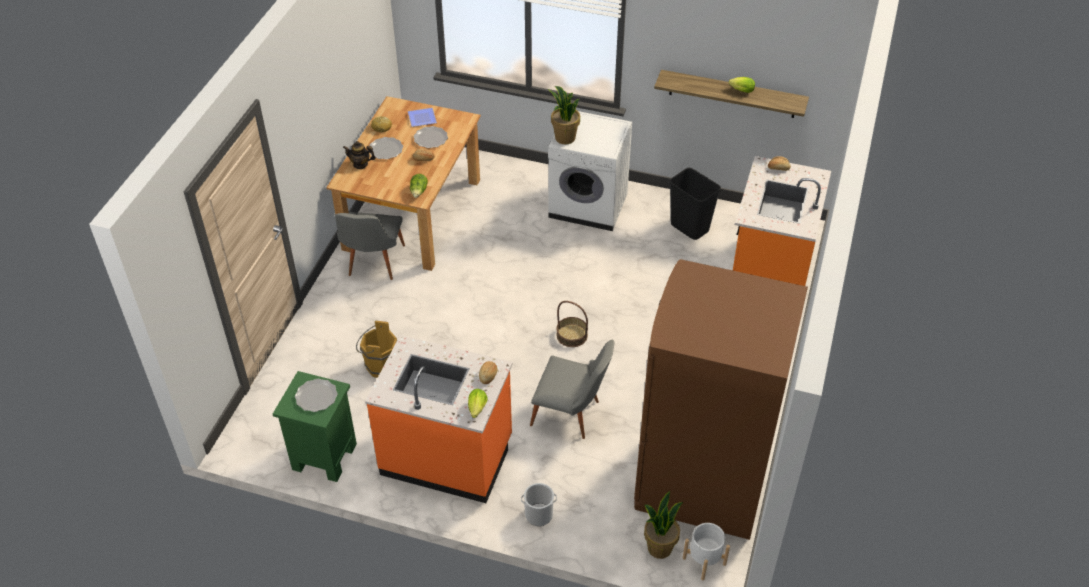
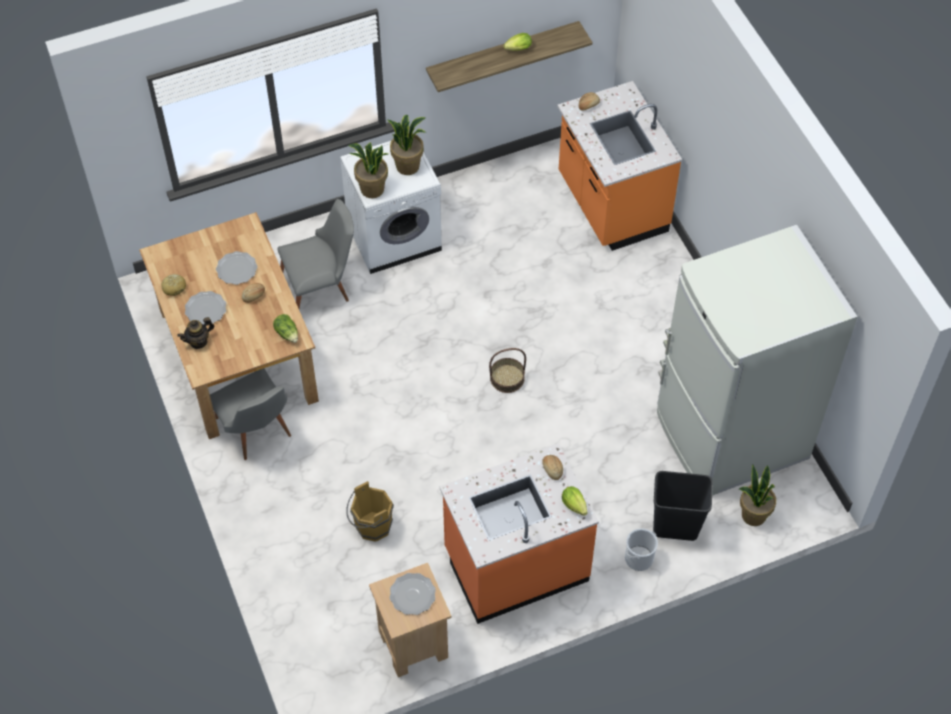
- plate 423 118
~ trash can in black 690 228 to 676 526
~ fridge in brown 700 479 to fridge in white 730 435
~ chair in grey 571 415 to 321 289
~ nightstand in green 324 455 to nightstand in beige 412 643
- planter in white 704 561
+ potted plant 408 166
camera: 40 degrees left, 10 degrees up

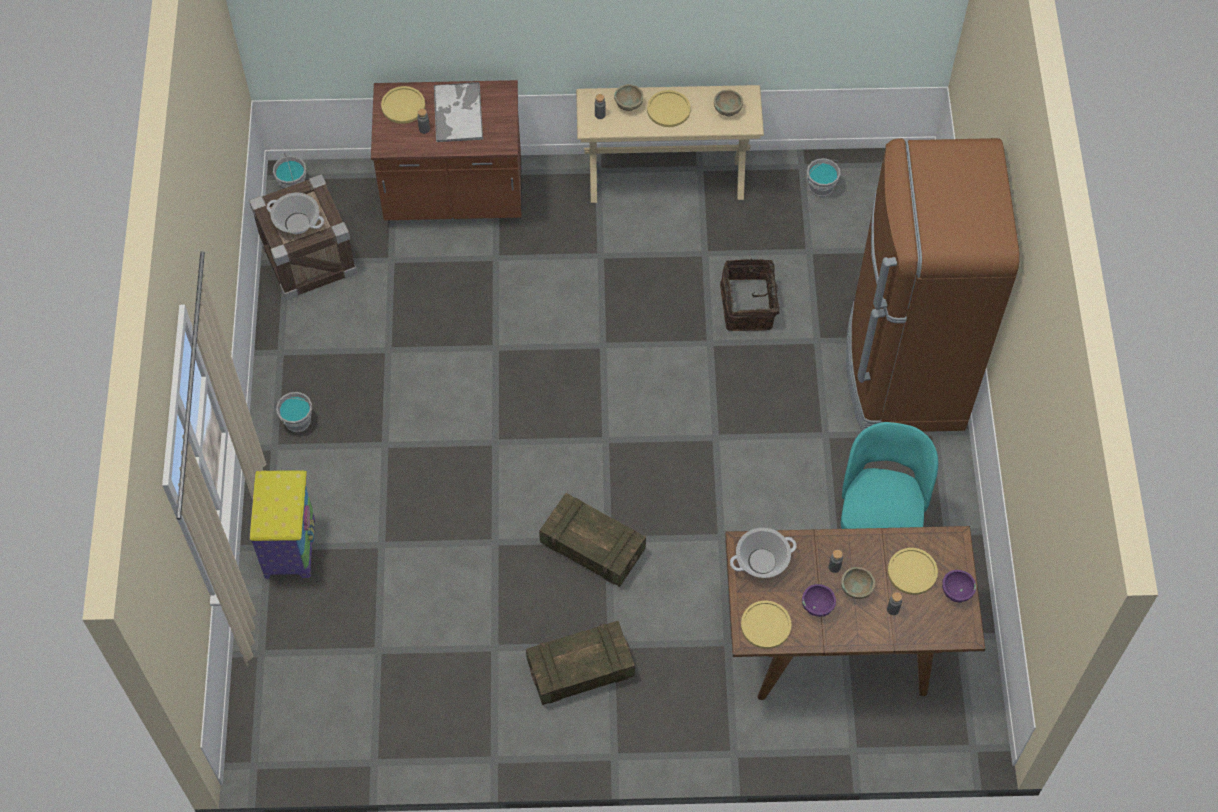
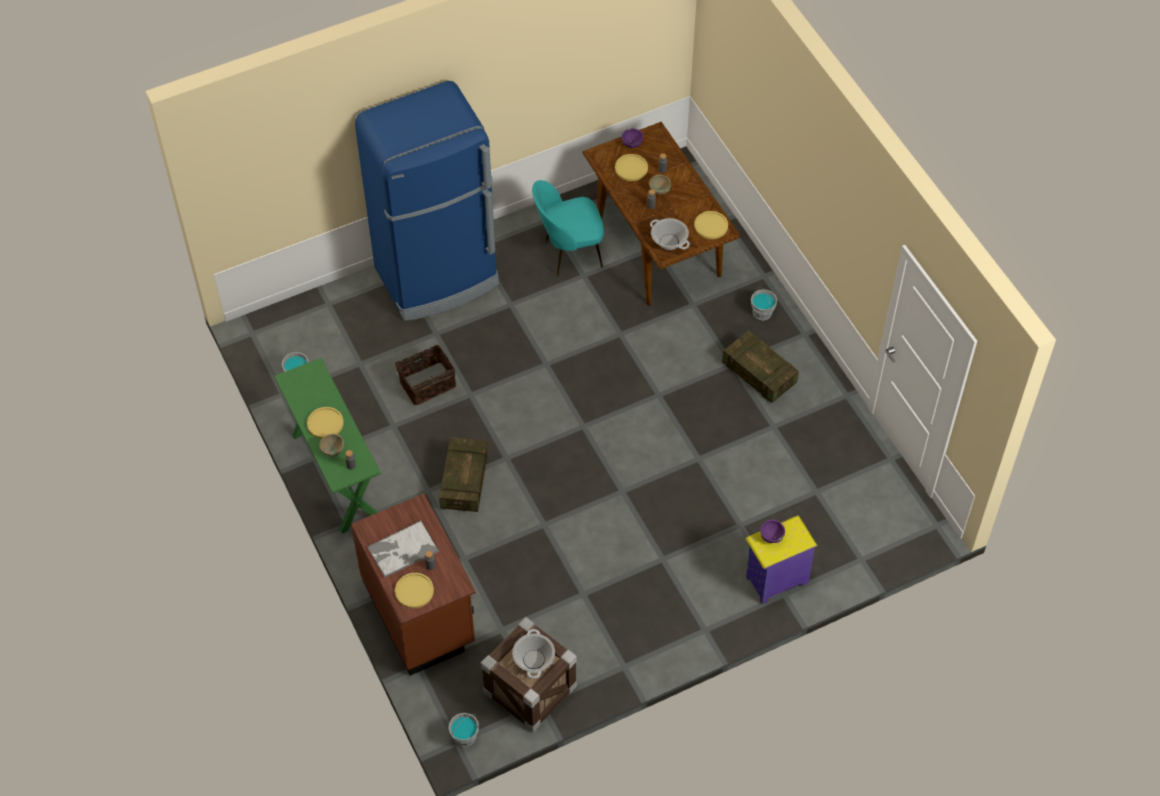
~ console table in beige 666 180 to console table in green 336 475
- bowl in beige 727 110
~ fridge in brown 904 373 to fridge in blue 437 277
~ bucket in grey 297 421 to 762 312
~ crate 592 547 to 464 481
~ bowl in purple 817 606 to 771 537
camera: 115 degrees left, 5 degrees down

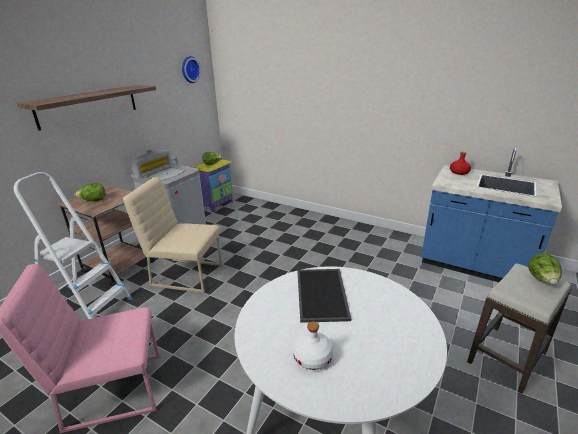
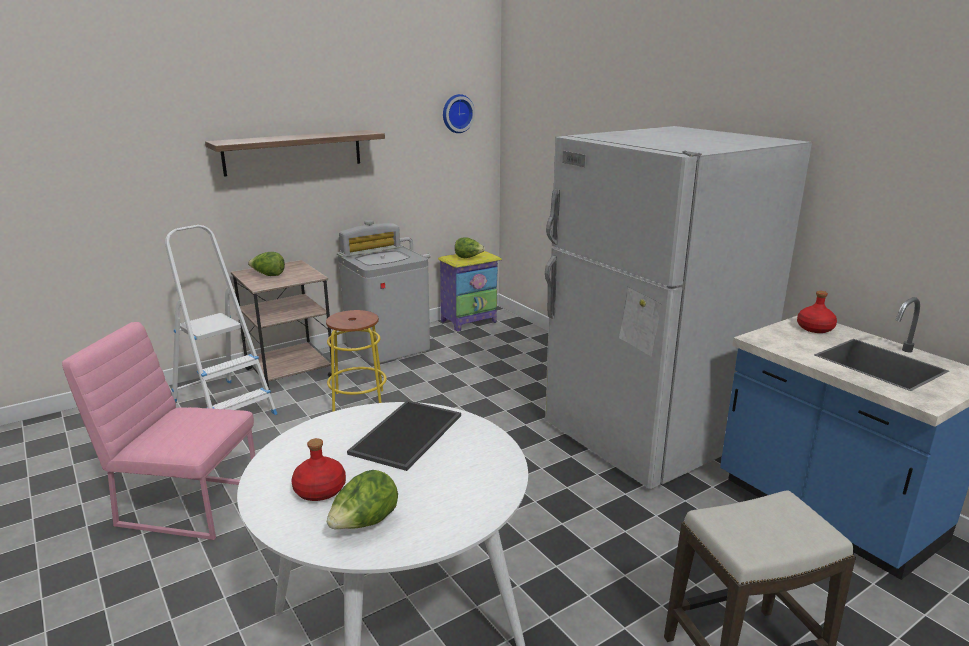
~ chair in beige 185 274 to stool in yellow 358 402
~ lettuce 542 280 to 364 524
~ bottle in white 313 357 to bottle in red 320 490
+ fridge in white 650 433
camera: 25 degrees right, 5 degrees down

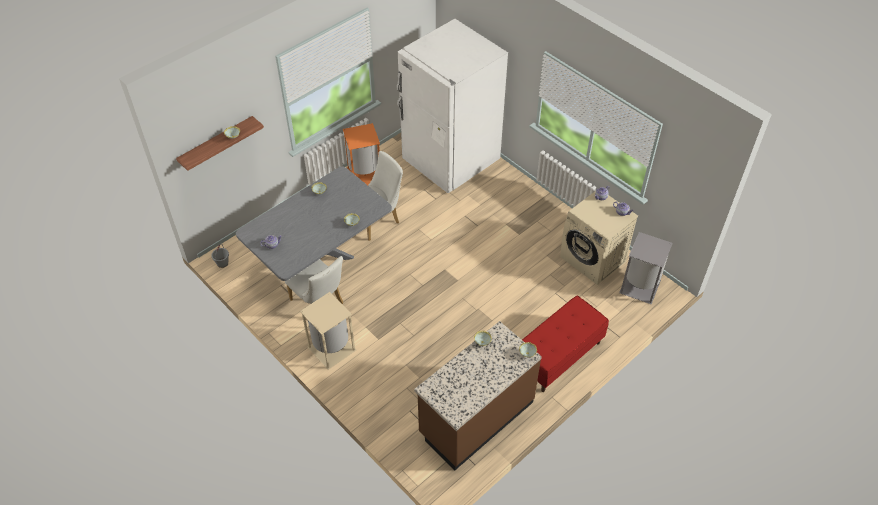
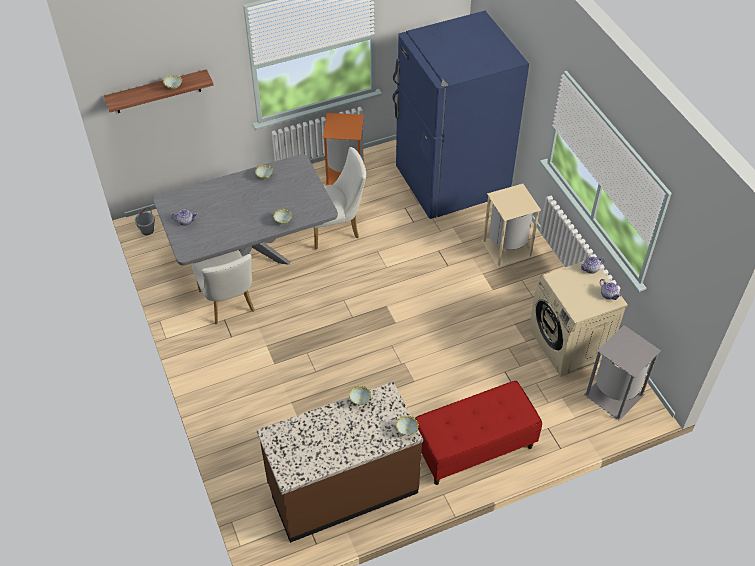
~ fridge in white 451 159 to fridge in blue 452 181
~ trash can in beige 332 348 to 507 249
camera: 20 degrees right, 0 degrees up

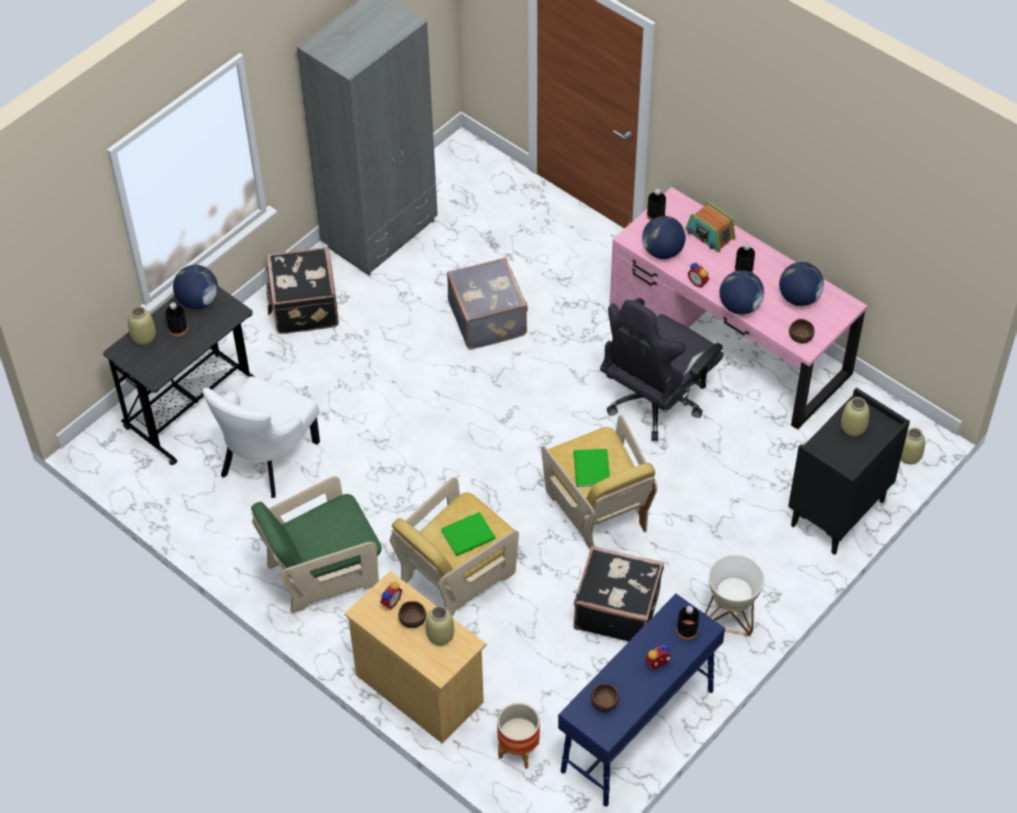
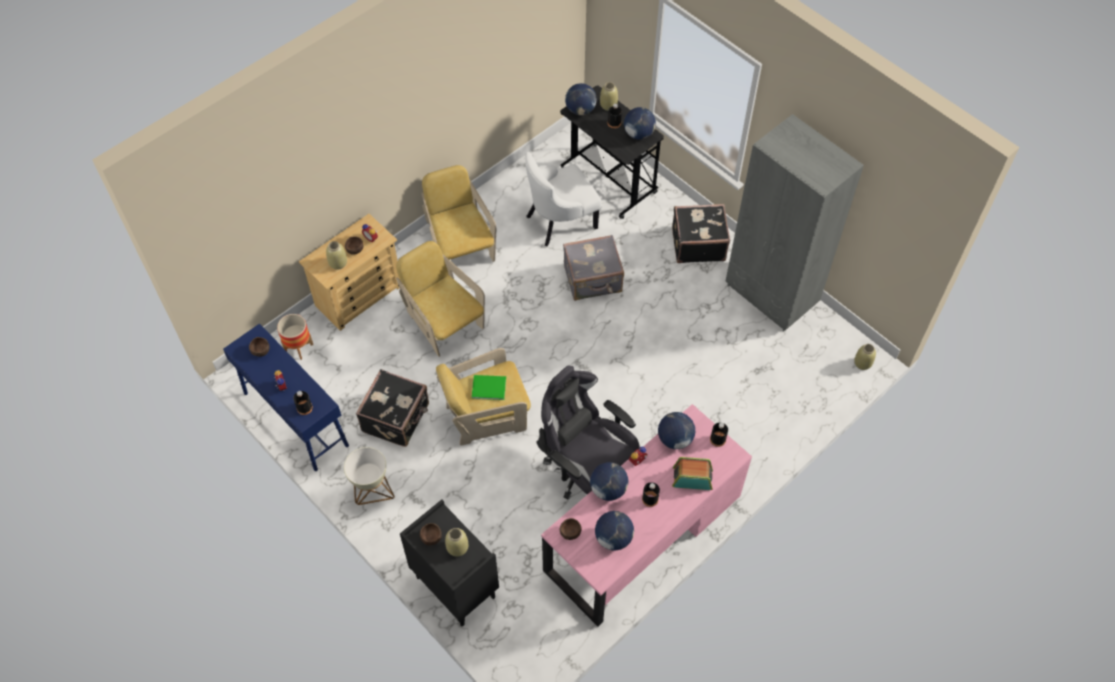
~ radio 709 235 = 692 478 45 degrees clockwise
~ suitcase in grey 488 318 to 593 280
~ chair in white 268 456 = 561 220 60 degrees counterclockwise
~ vase in beige 909 457 to 862 363
~ armchair in green 323 572 to armchair in yellow 460 247
- book in green 470 535
+ globe 580 110
+ bowl in brown 431 536
camera: 95 degrees right, 5 degrees up

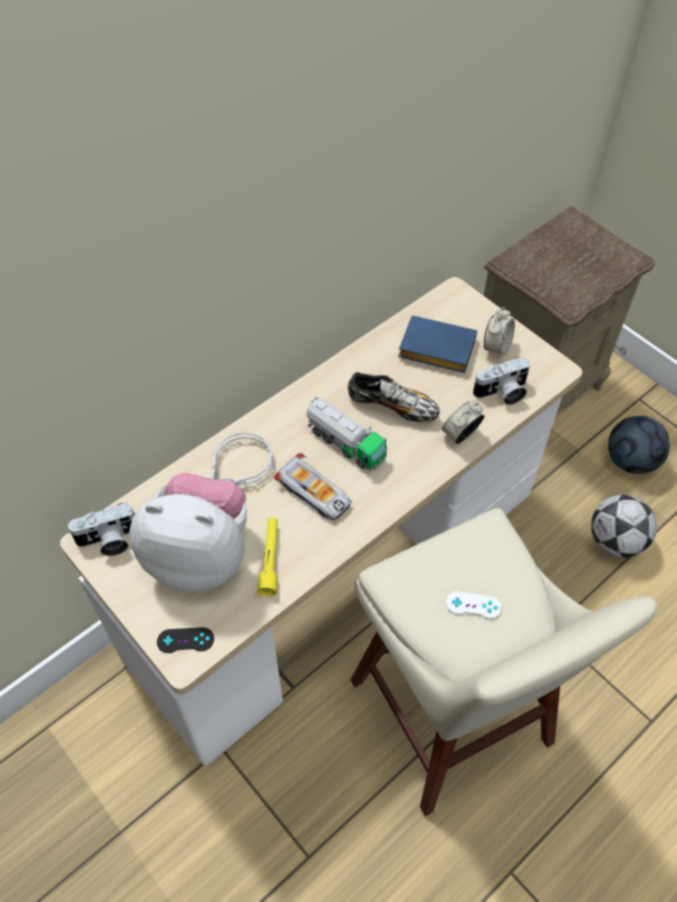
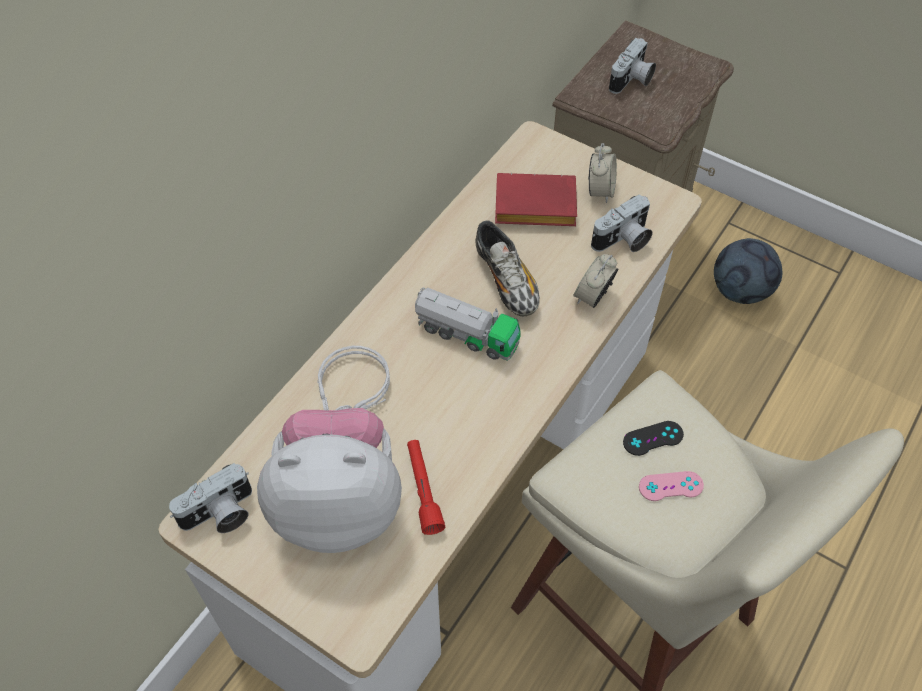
~ book in blue 434 350 to book in red 532 207
~ shoe 392 406 = 506 281 60 degrees clockwise
- toy car 314 492
- football 615 541
~ flashlight in yellow 270 559 to flashlight in red 423 490
~ game controller in white 473 605 to game controller in pink 671 486
~ game controller in black 185 640 to 653 438
+ photo camera 632 80
camera: 15 degrees left, 0 degrees up

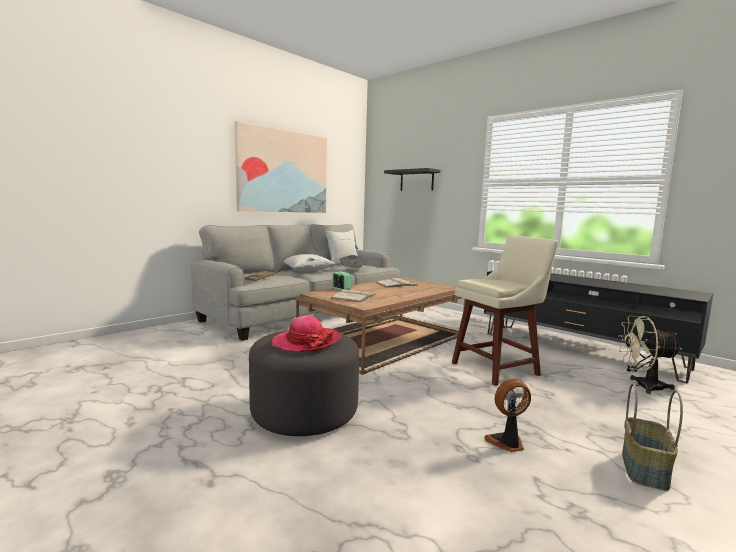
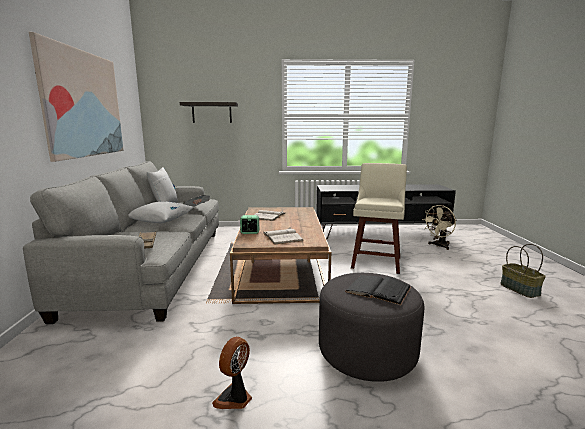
~ hat 306 342 to book in black 378 289
~ fan 507 443 to 234 398
camera: 45 degrees left, 5 degrees up

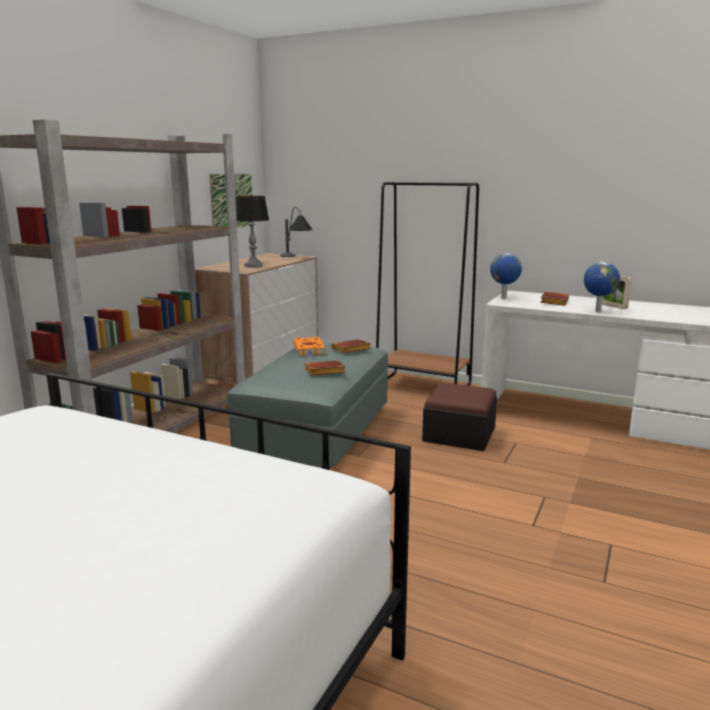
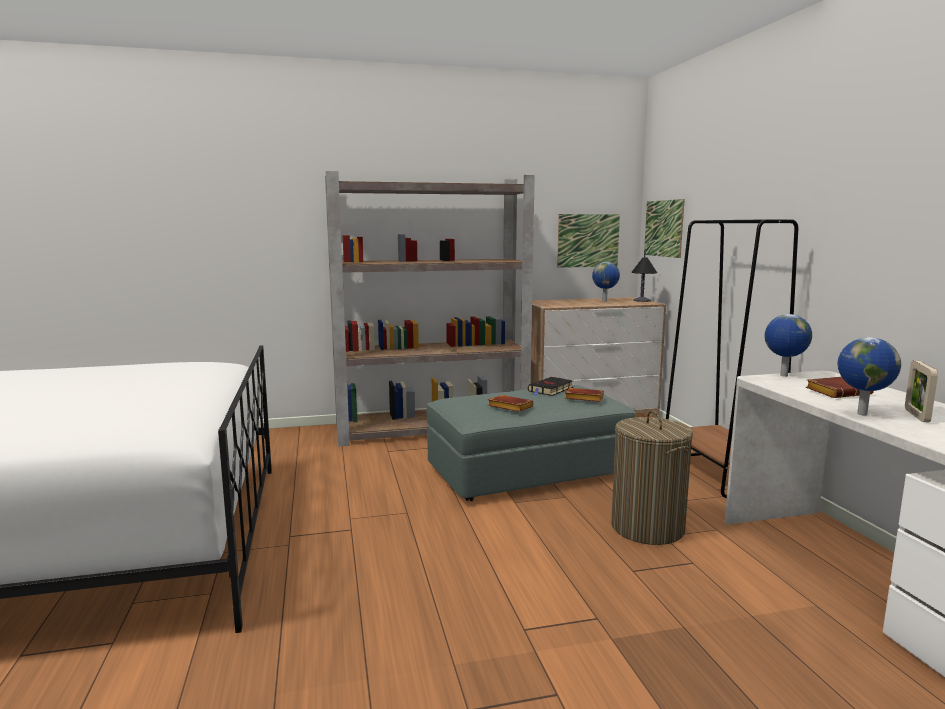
- table lamp 253 265
~ book in orange 309 350 to book in black 550 390
~ ottoman 459 434 to laundry basket 647 528
+ picture 663 228
+ globe 605 301
camera: 50 degrees right, 5 degrees down

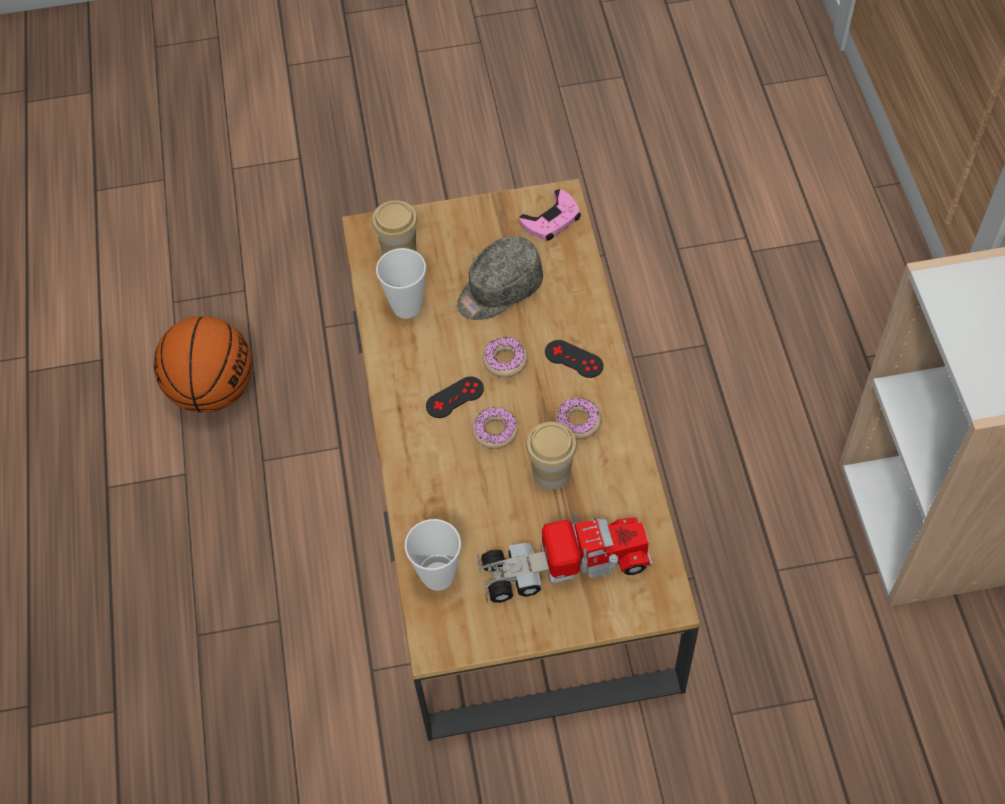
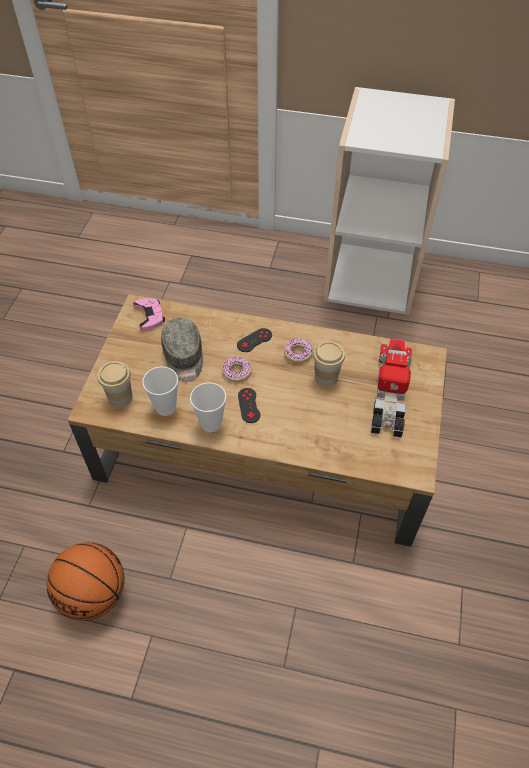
- donut 495 431
~ cup 438 576 to 211 423
camera: 70 degrees left, 5 degrees down

